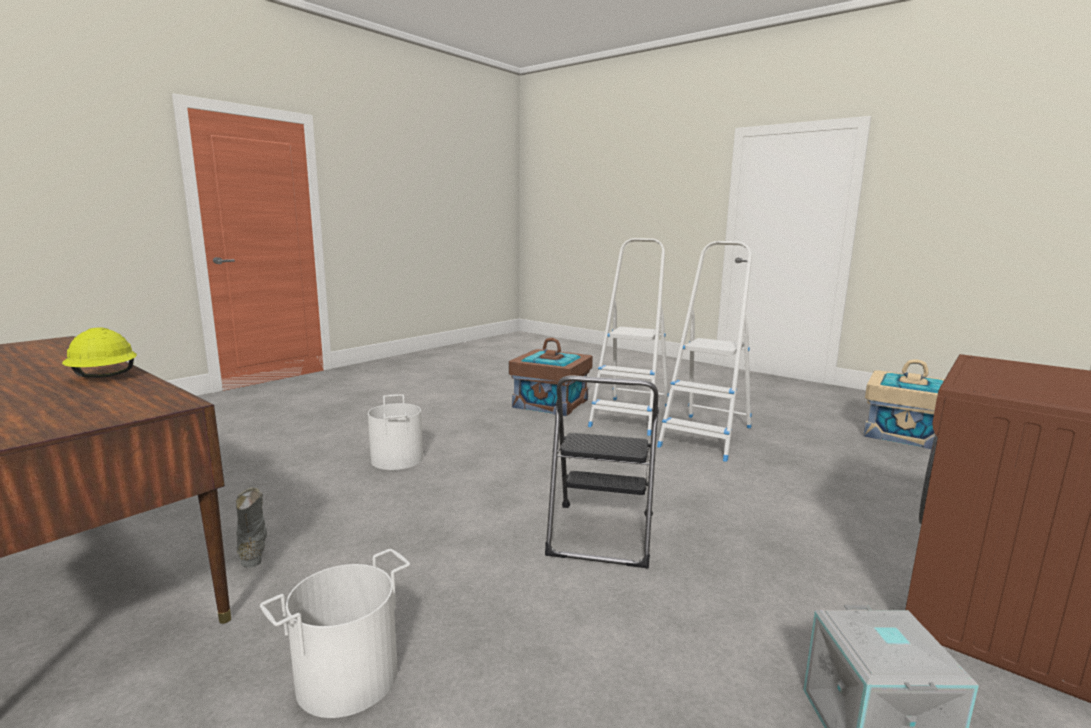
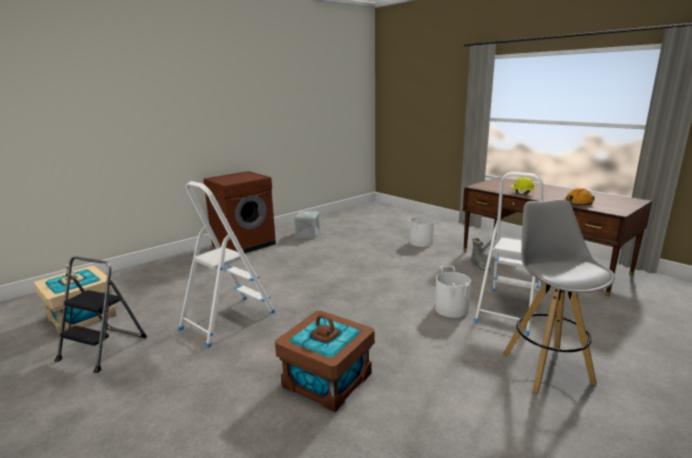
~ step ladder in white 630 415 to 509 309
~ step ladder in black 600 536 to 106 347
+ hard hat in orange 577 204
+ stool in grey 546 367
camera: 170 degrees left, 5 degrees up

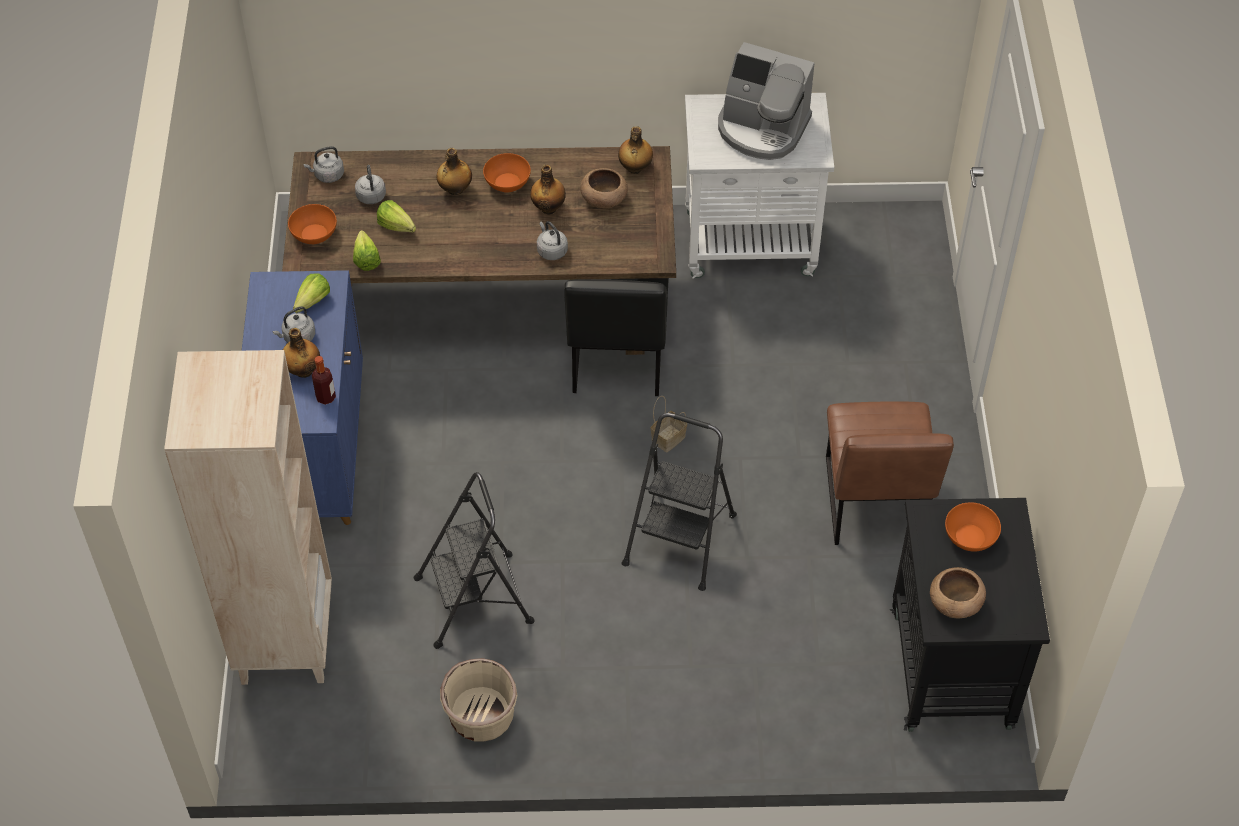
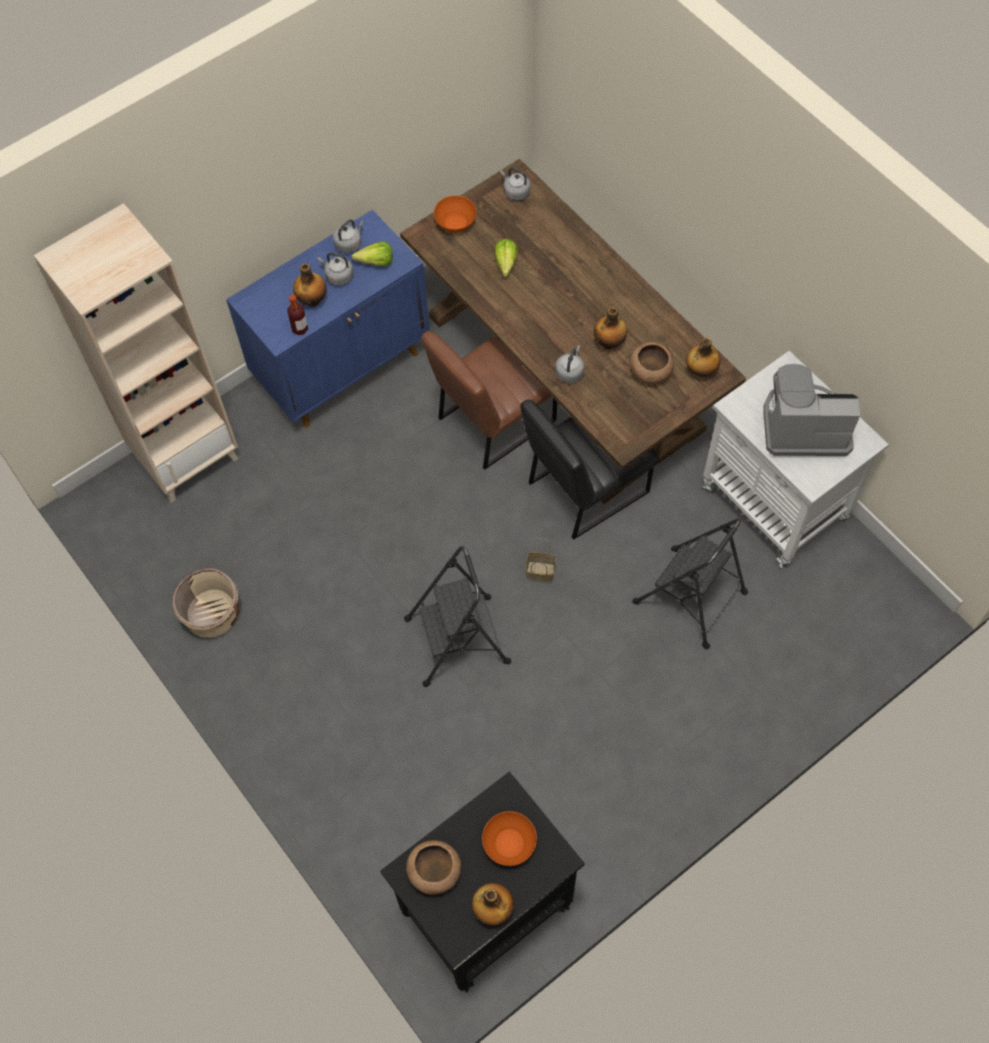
~ coffee machine 762 128 = 804 425 105 degrees clockwise
~ bottle 455 189 to 493 908
- bowl in orange 507 183
~ kettle in grey 371 195 to 349 243
- lettuce 366 257
~ chair in brown 874 502 to 493 420
~ step ladder in black 477 598 to 692 598
camera: 55 degrees right, 10 degrees up

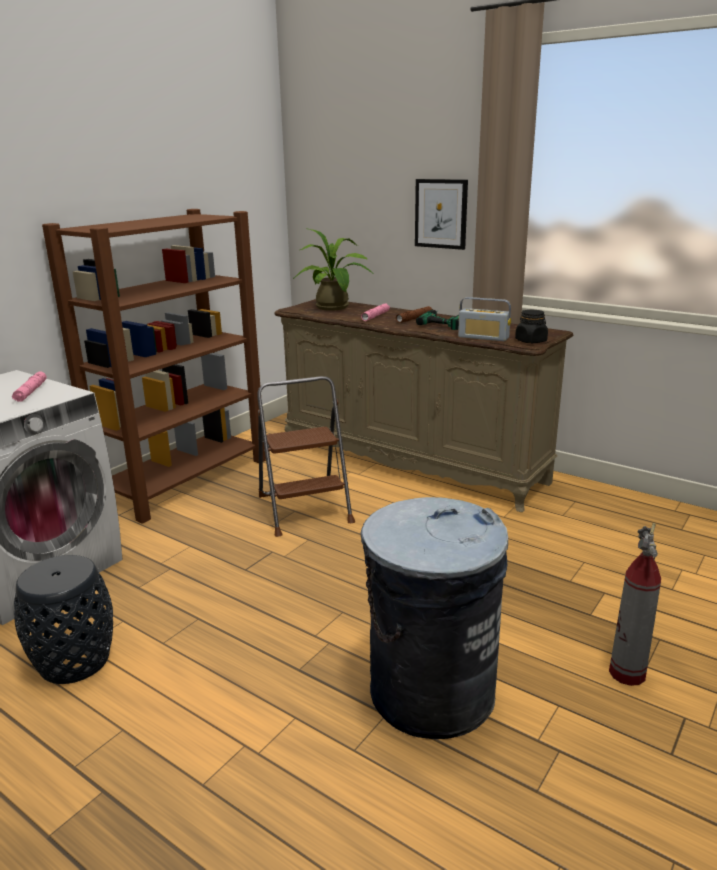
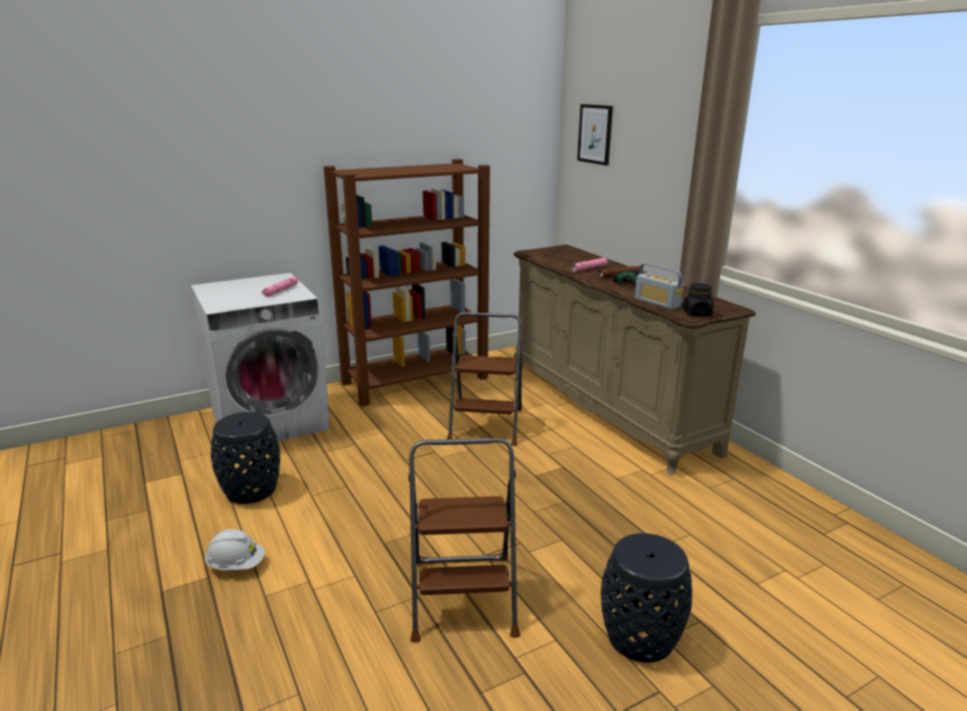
~ picture 441 214 to 595 134
- potted plant 335 308
~ trash can in grey 430 691 to step ladder in brown 463 592
~ fire extinguisher 627 673 to stool in black 640 637
+ hard hat in white 236 565
camera: 25 degrees right, 0 degrees up

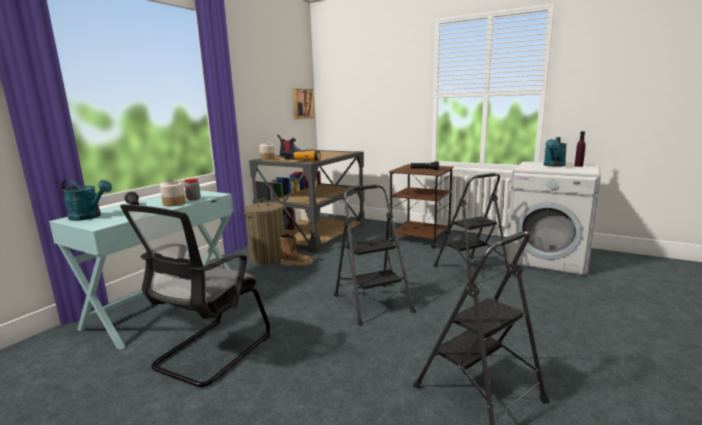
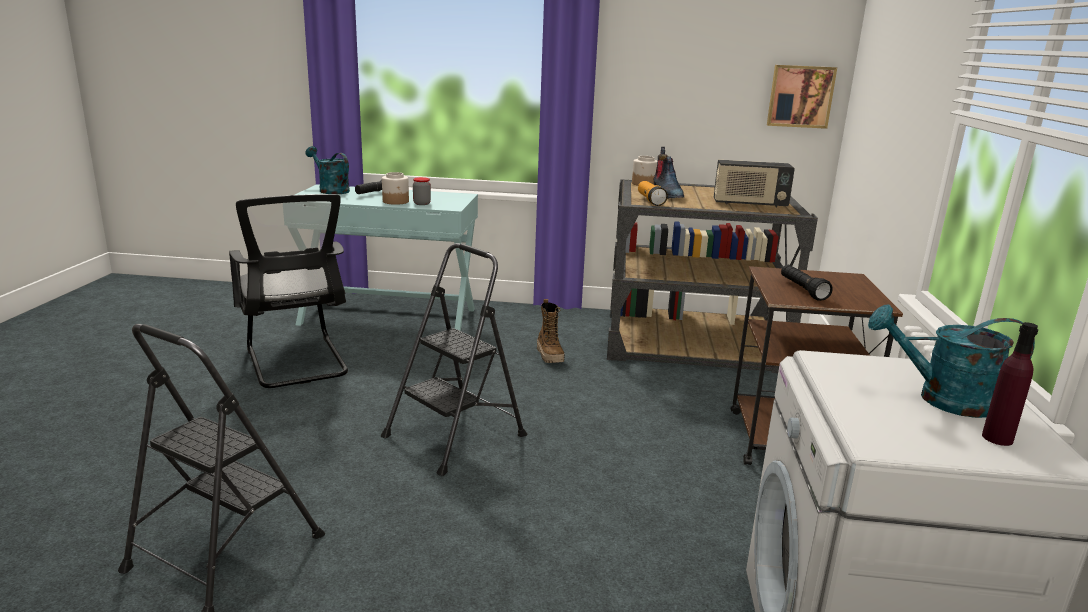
- step ladder in black 472 271
~ watering can in turquoise 89 217 = 330 190 135 degrees clockwise
- laundry basket 268 257
~ chair 209 353 = 296 363 120 degrees counterclockwise
+ radio 749 204
camera: 65 degrees right, 5 degrees up

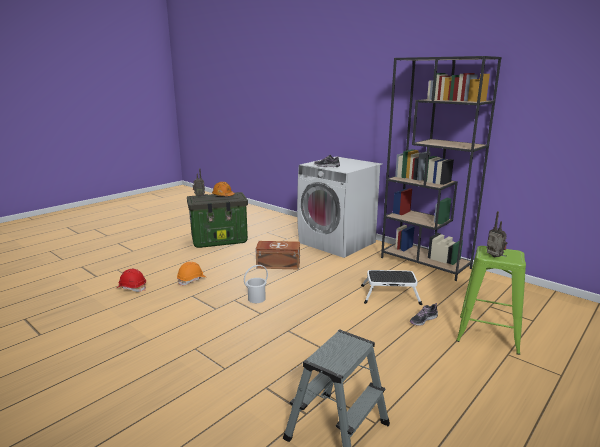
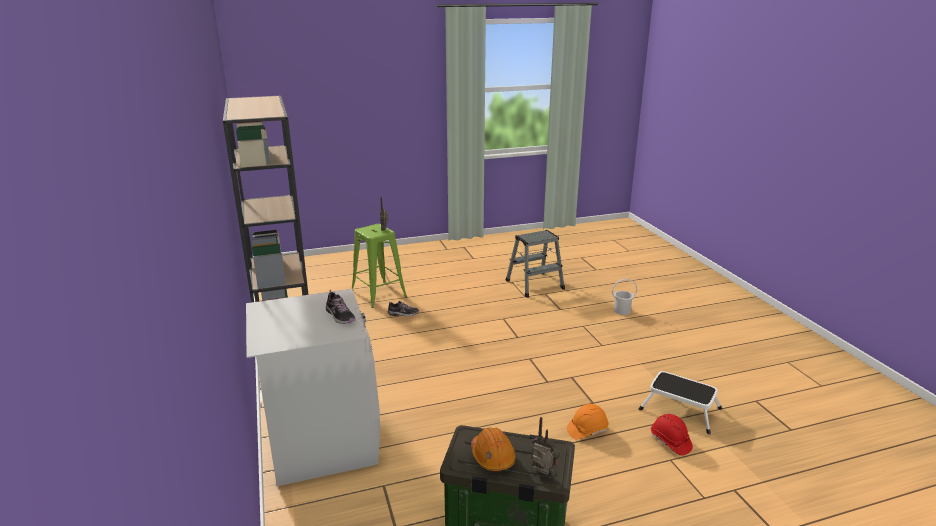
- storage box in brown 278 264
~ bucket in white 257 299 to 621 310
~ step ladder in black 390 295 to 680 408
camera: 150 degrees left, 5 degrees up

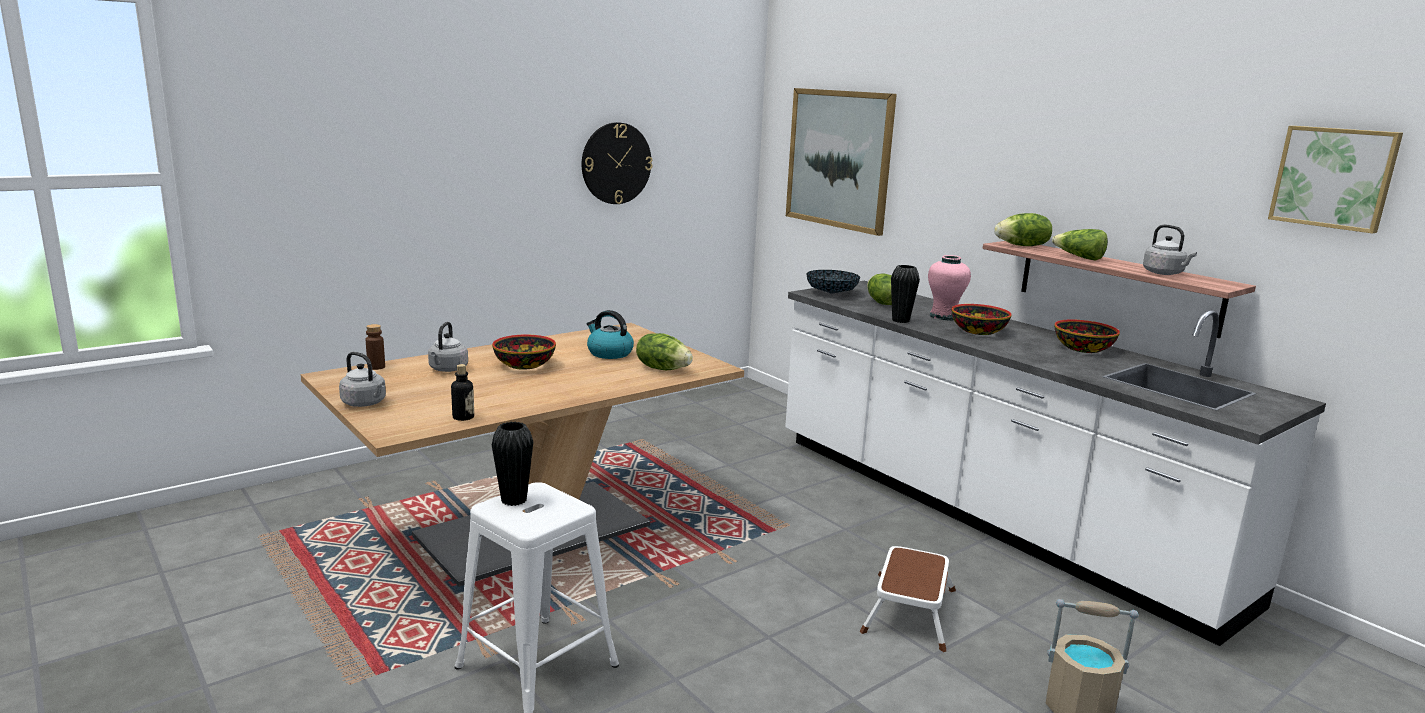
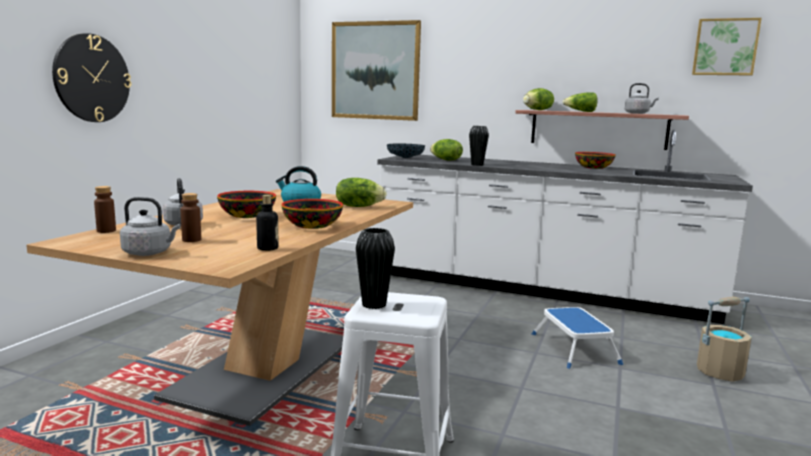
~ wall clock 616 163 to 92 78
- vase in pink 944 317
~ bowl 979 331 to 313 225
~ step ladder in brown 910 611 to step ladder in blue 575 348
+ bottle in brown 191 240
camera: 30 degrees left, 5 degrees down

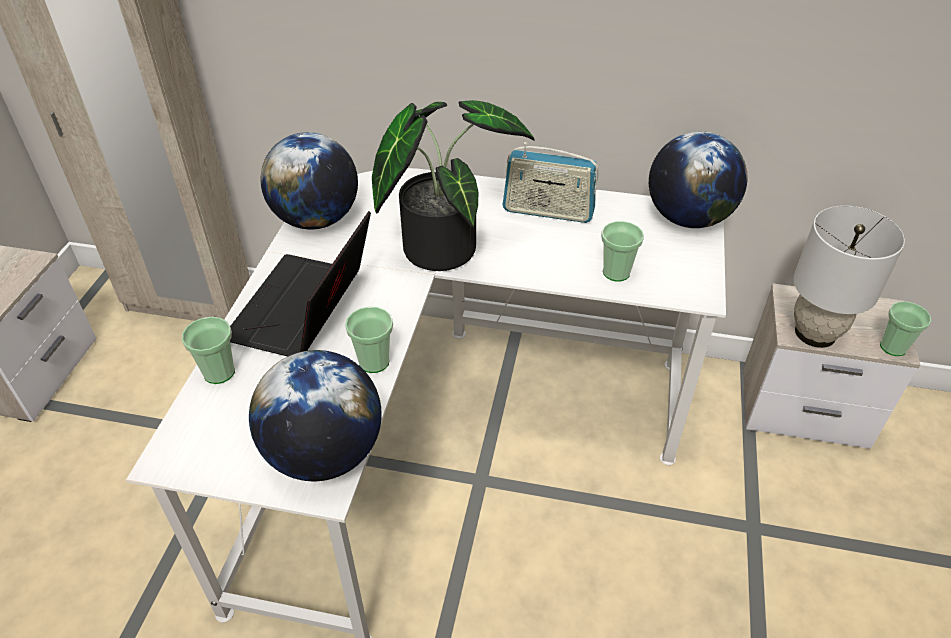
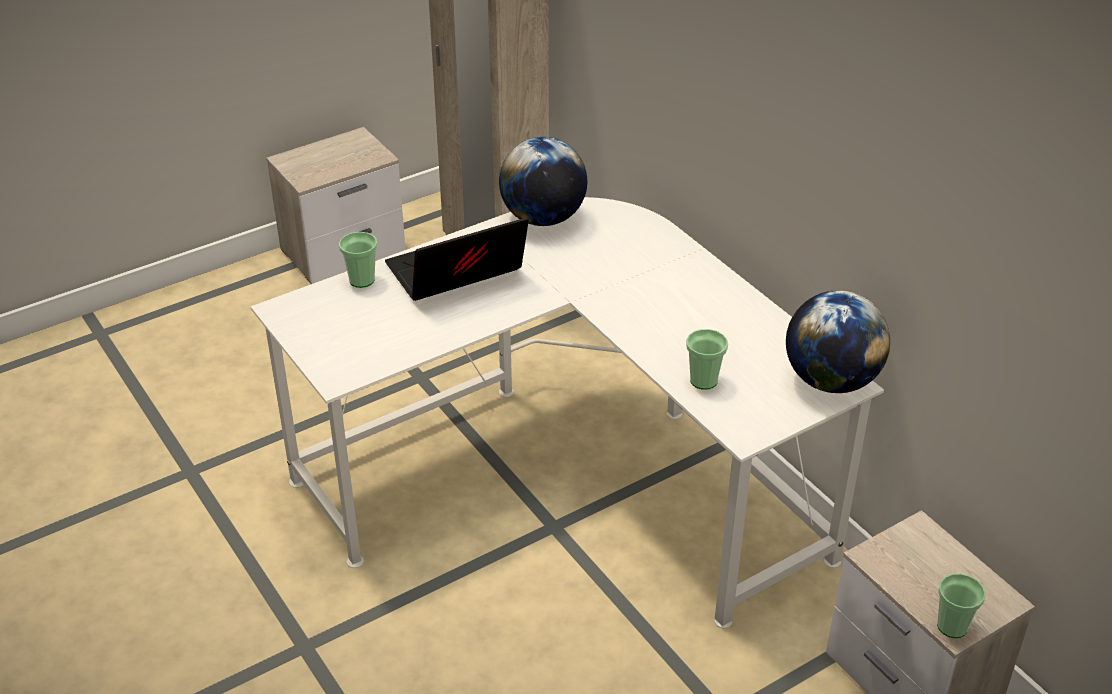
- potted plant 441 243
- radio 548 211
- table lamp in white 815 333
- cup 374 362
- globe 325 454
camera: 45 degrees right, 5 degrees down

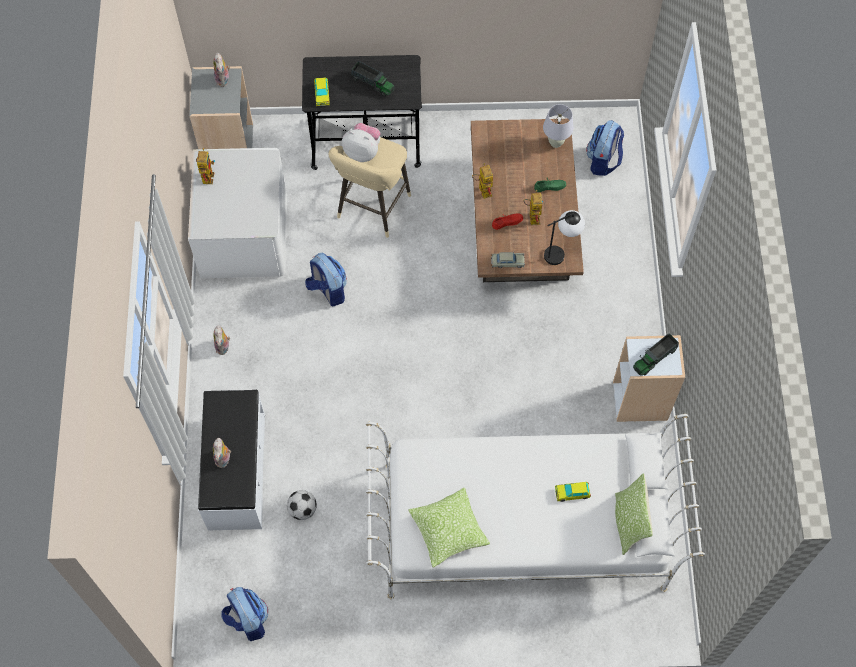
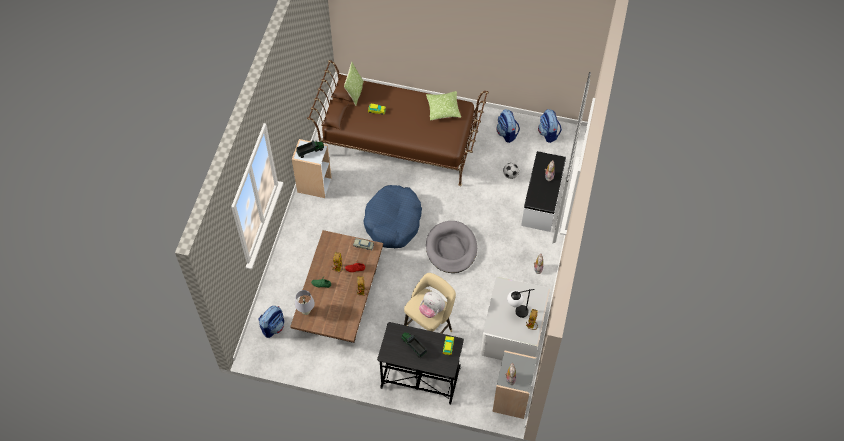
~ table lamp 561 252 to 516 313
~ backpack 328 290 to 507 133
~ bed in white 523 525 to bed in brown 399 142
+ dog bed in blue 393 221
+ dog bed in grey 451 248
camera: 165 degrees left, 5 degrees down

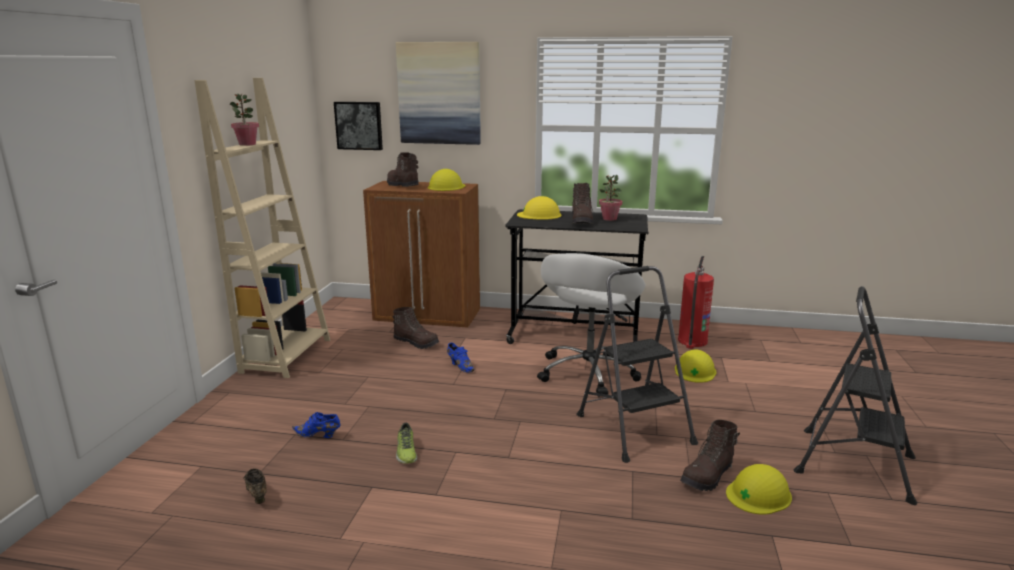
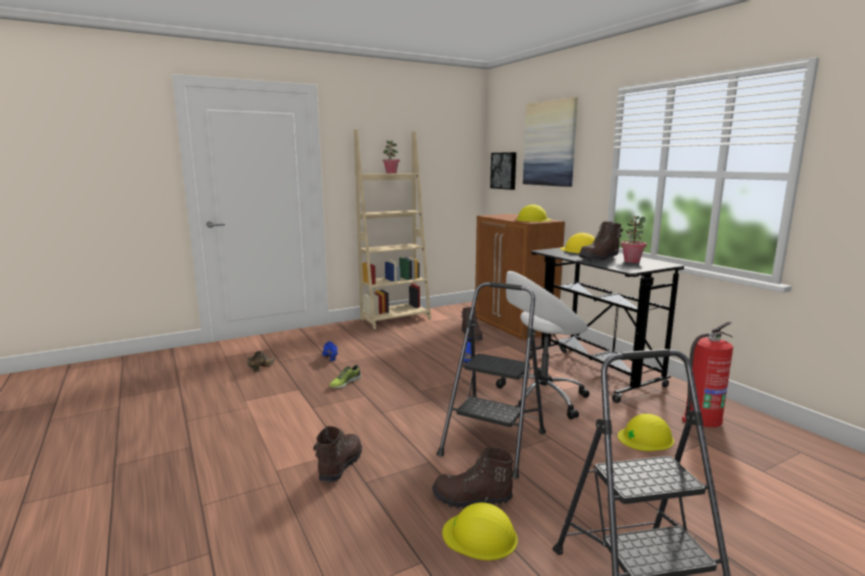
~ boot in brown 402 185 to 339 465
camera: 50 degrees right, 5 degrees down

